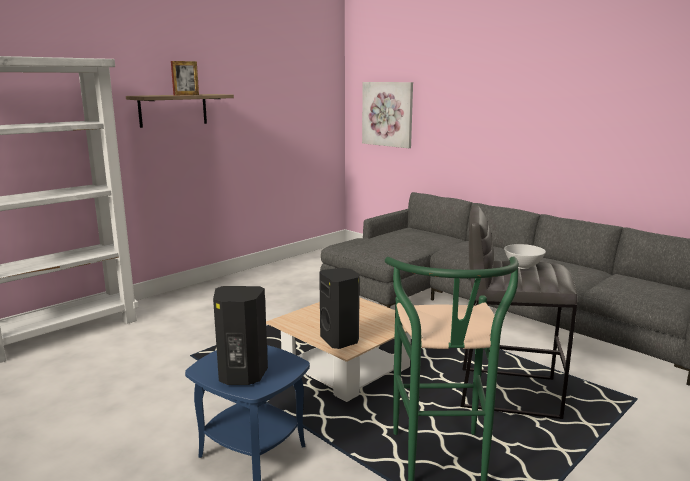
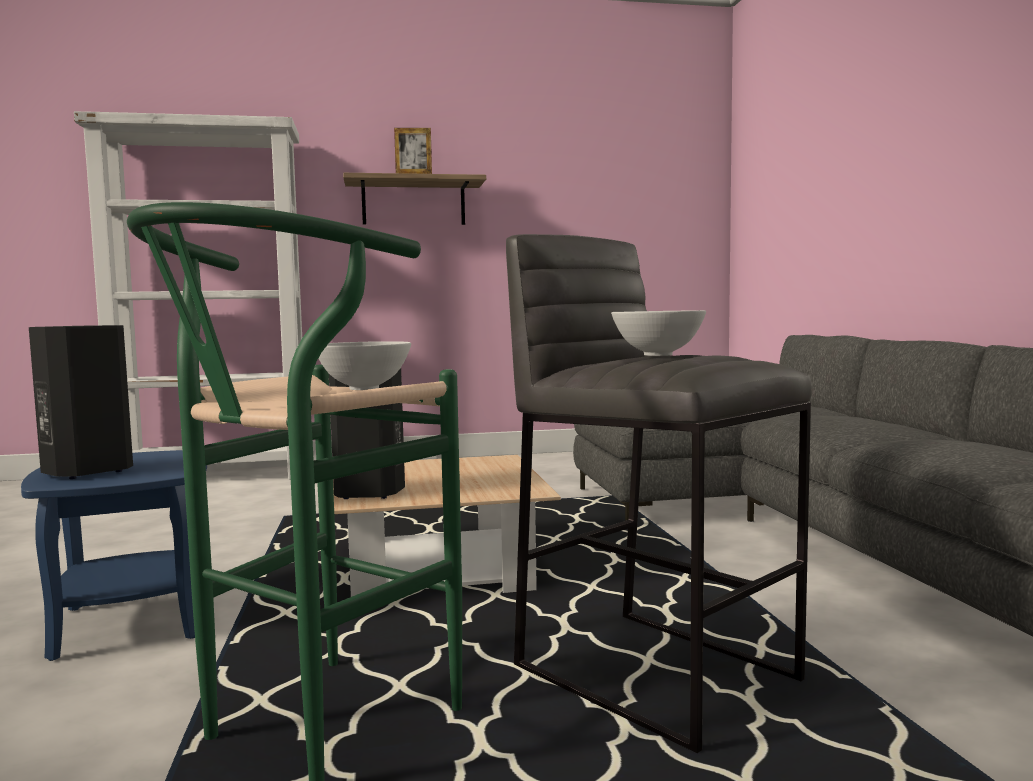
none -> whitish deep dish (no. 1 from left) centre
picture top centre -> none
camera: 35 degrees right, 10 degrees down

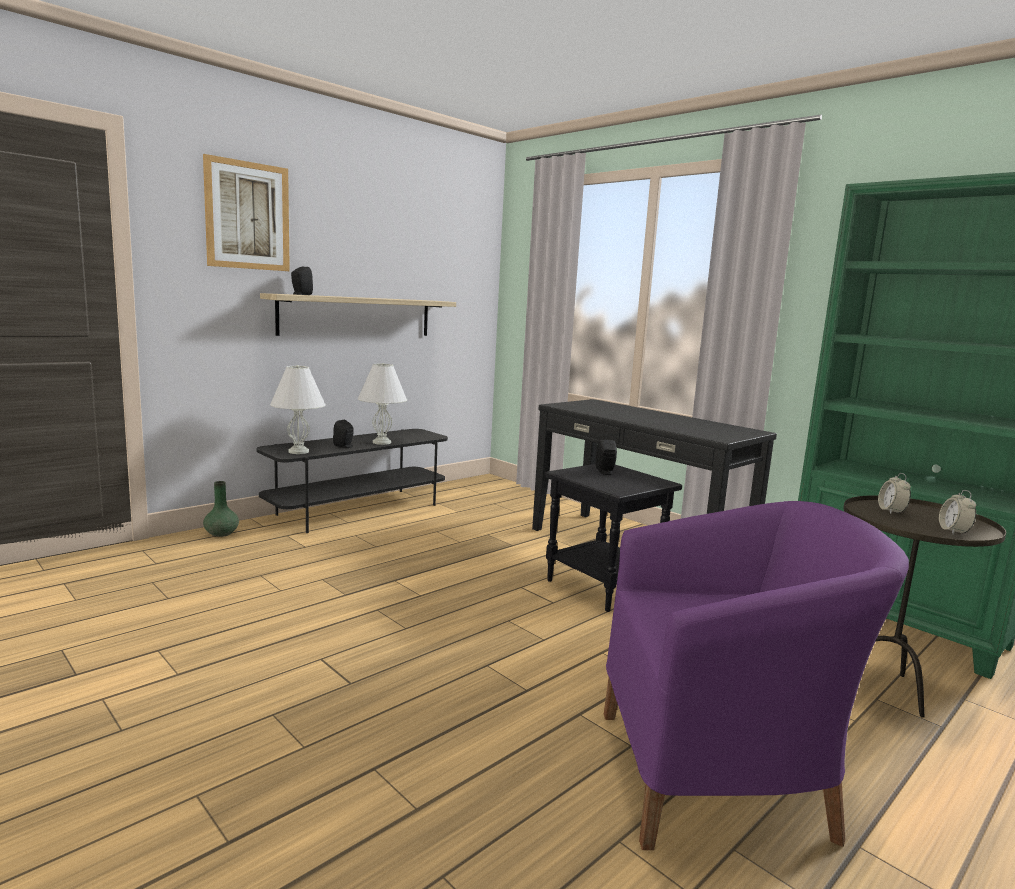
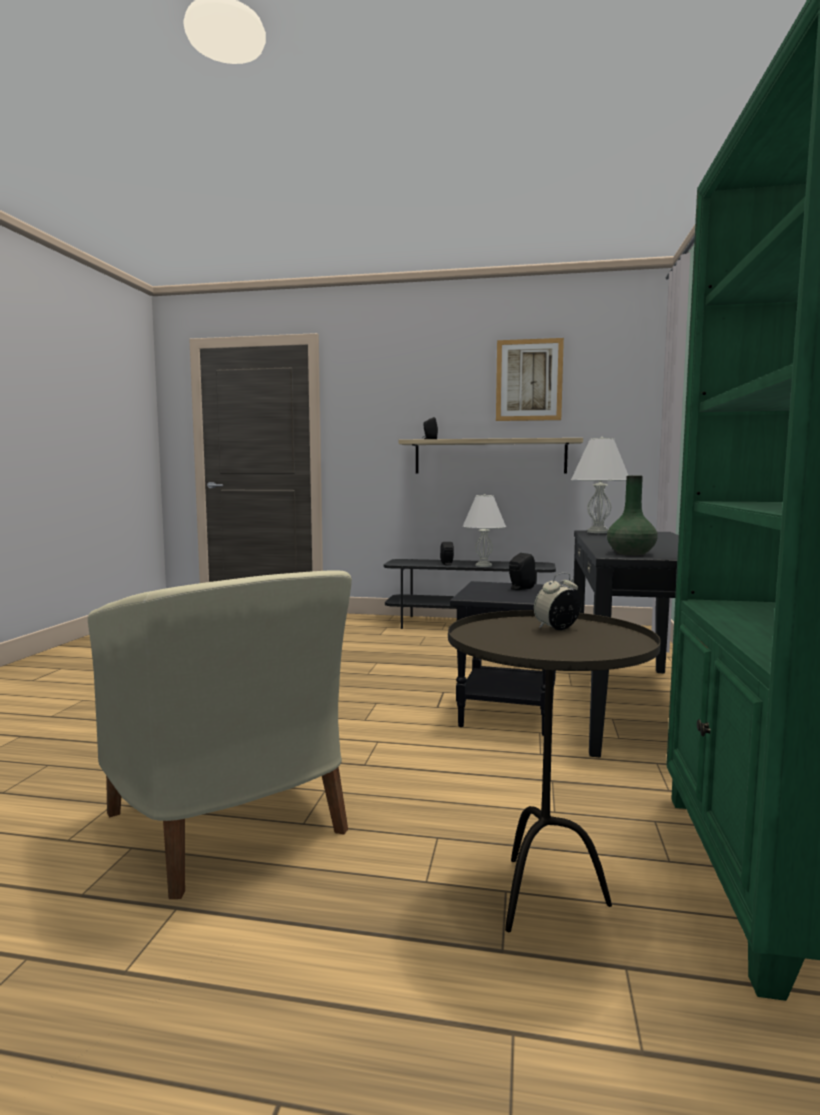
purple lounge chair bottom right -> beige lounge chair middle left
picture top left -> picture centre, shifted
whitish lamp for a table (no. 1 from left in the first image) middle left -> whitish lamp for a table (no. 2 from left) middle right, shifted
green-coloured flower vase middle left -> green-coloured flower vase middle right, shifted
alarm clock (no. 2 from left) middle right -> none
camera: 55 degrees right, 5 degrees down

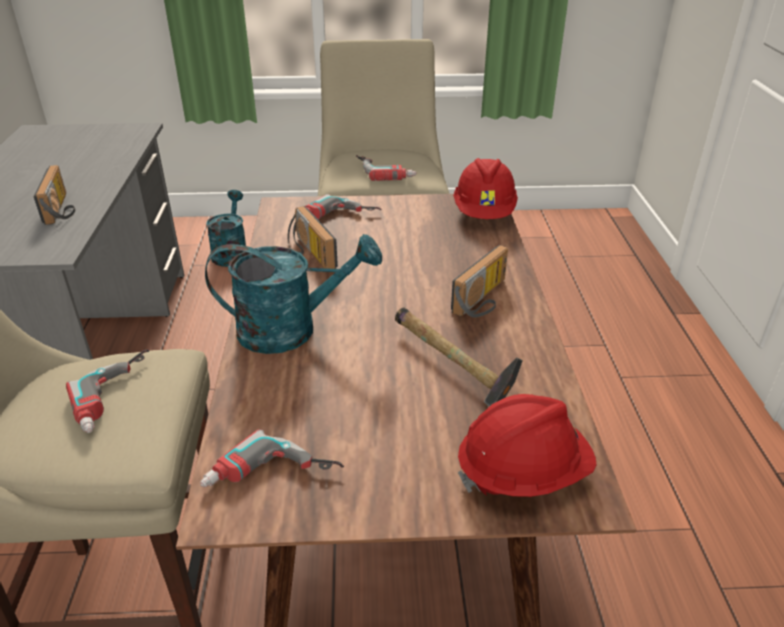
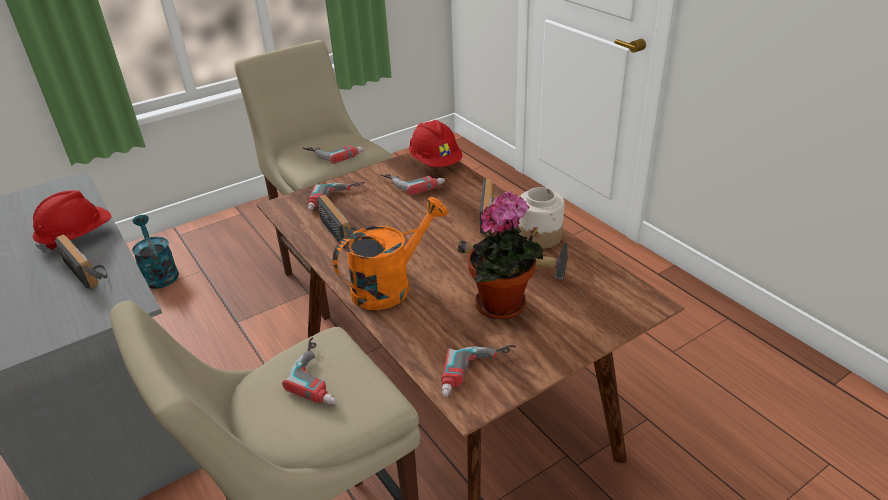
red hard hat (no. 2 from left in the first image) bottom right -> red hard hat (no. 1 from left) middle left, shifted
radio set (no. 2 from left) centre, 150 degrees counterclockwise
turquoise watering pot (no. 2 from left) centre -> orange watering pot centre
none -> power drill (no. 4 from left) centre
none -> houseplant centre
none -> preserve jar centre
camera: 30 degrees left, 0 degrees up

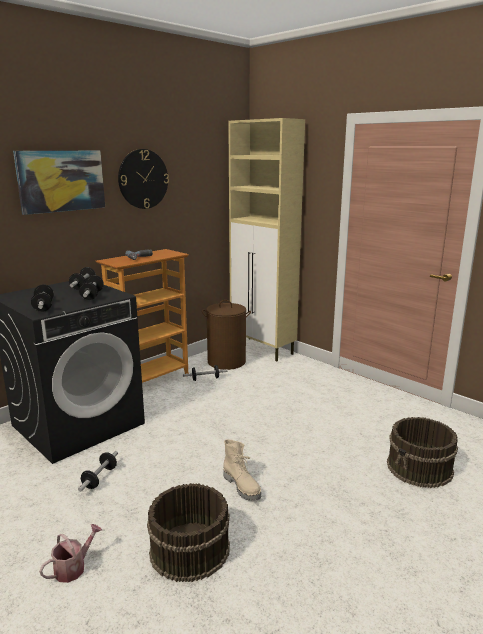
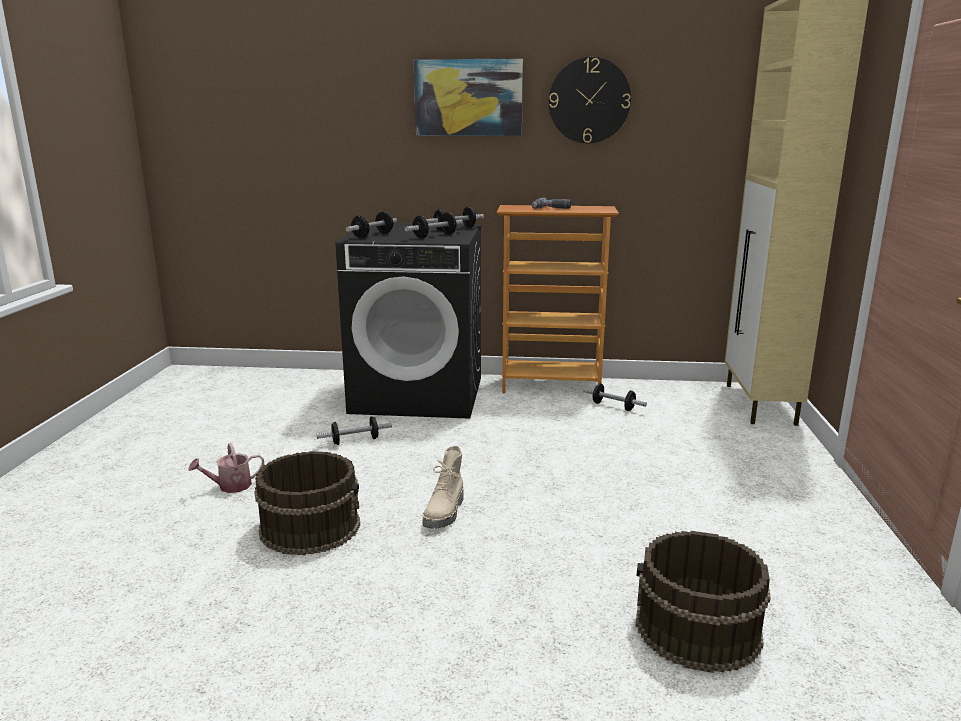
watering pot bottom left -> watering pot middle left, 150 degrees clockwise
brownish hamper centre -> none
camera: 50 degrees right, 0 degrees up

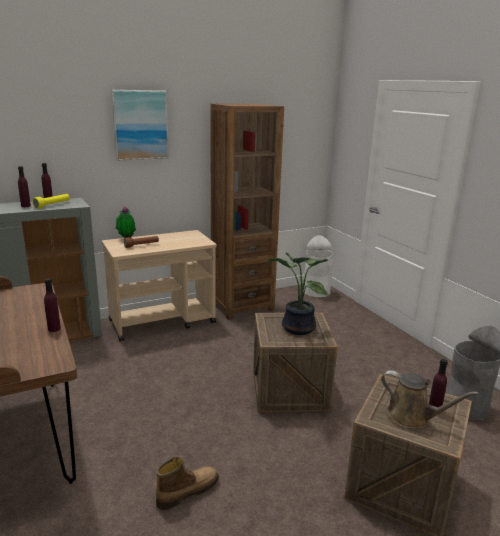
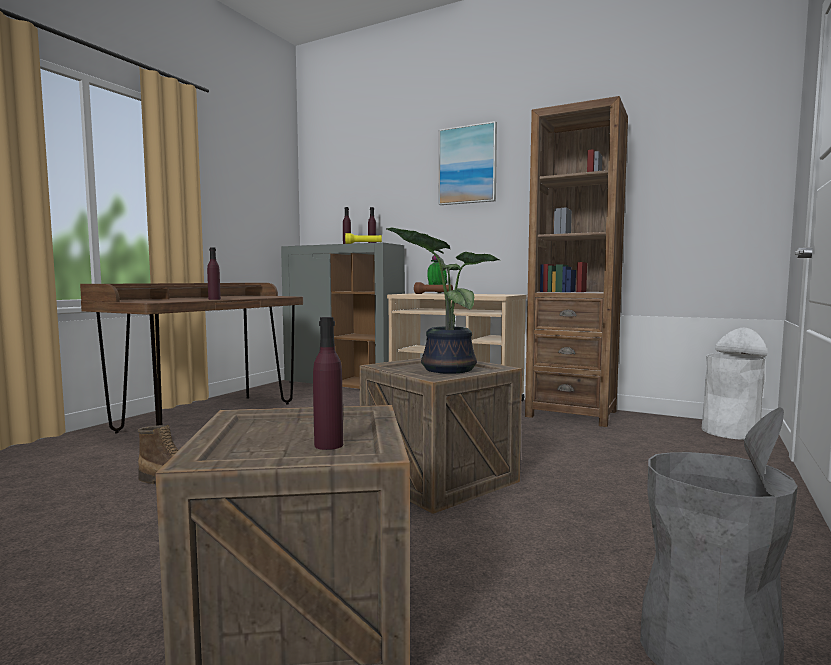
brownish watering pot bottom right -> none
camera: 55 degrees right, 15 degrees down

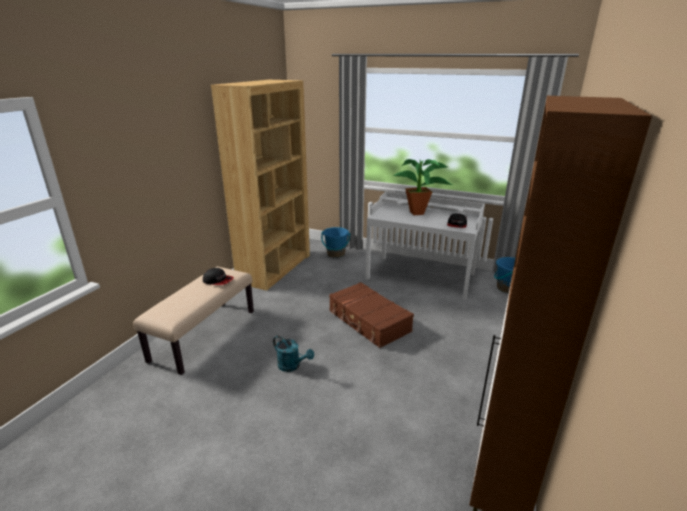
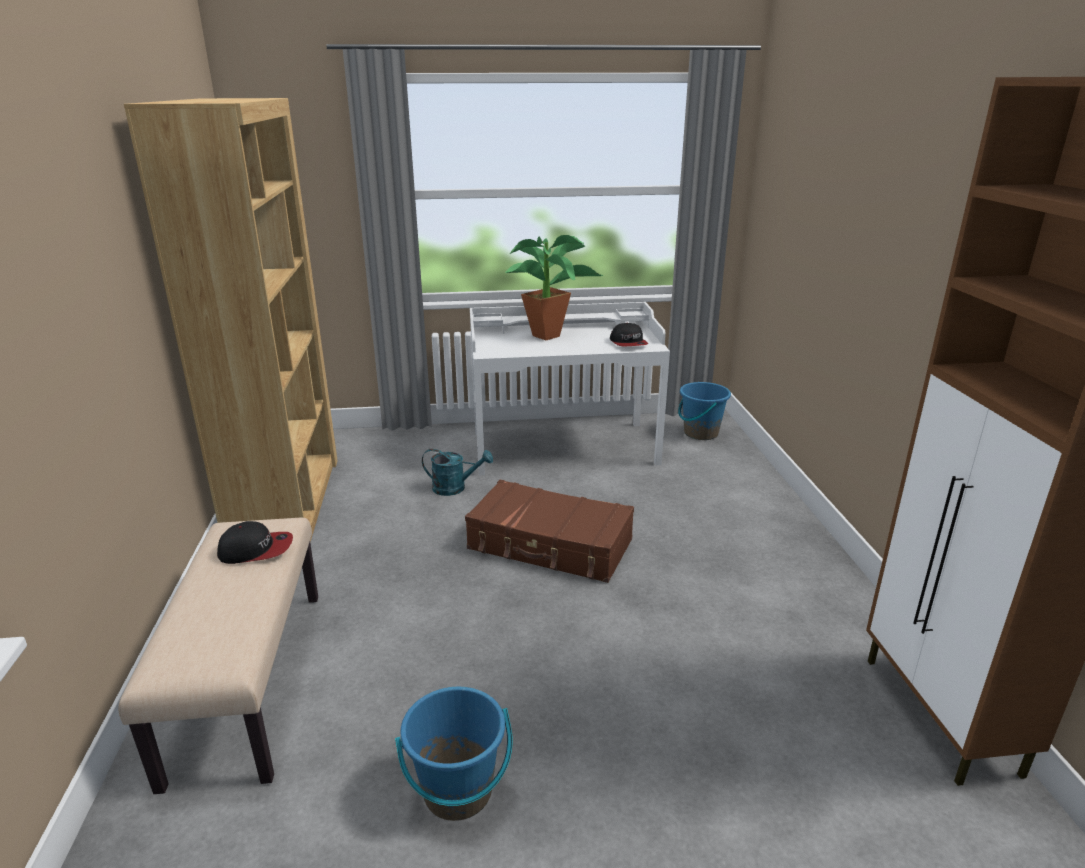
blue bucket (no. 1 from left) centre -> blue bucket (no. 1 from left) bottom centre, shifted
turquoise watering pot bottom centre -> turquoise watering pot centre, shifted
camera: 30 degrees left, 0 degrees up

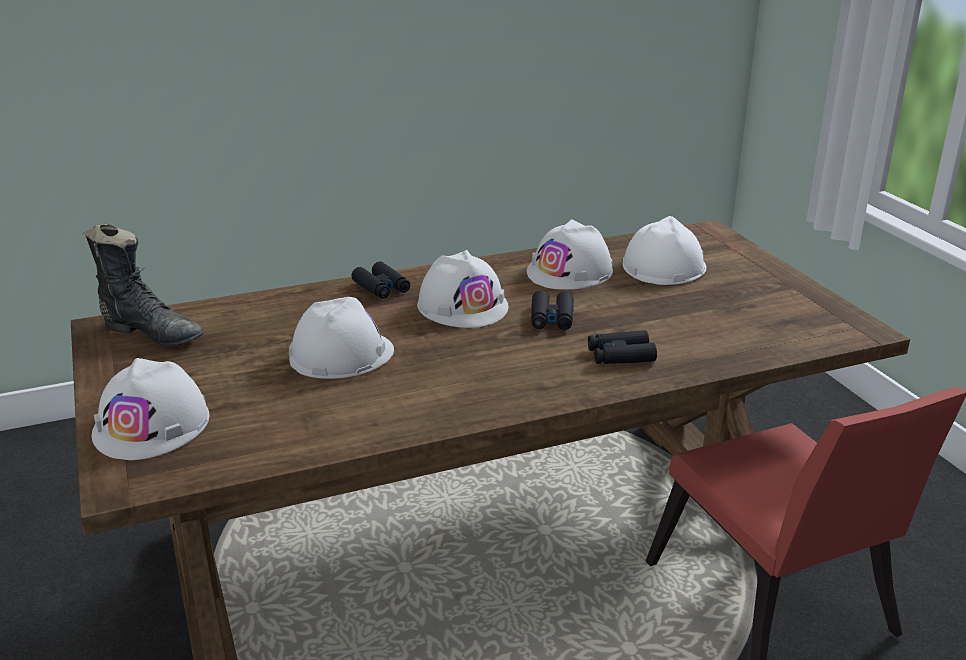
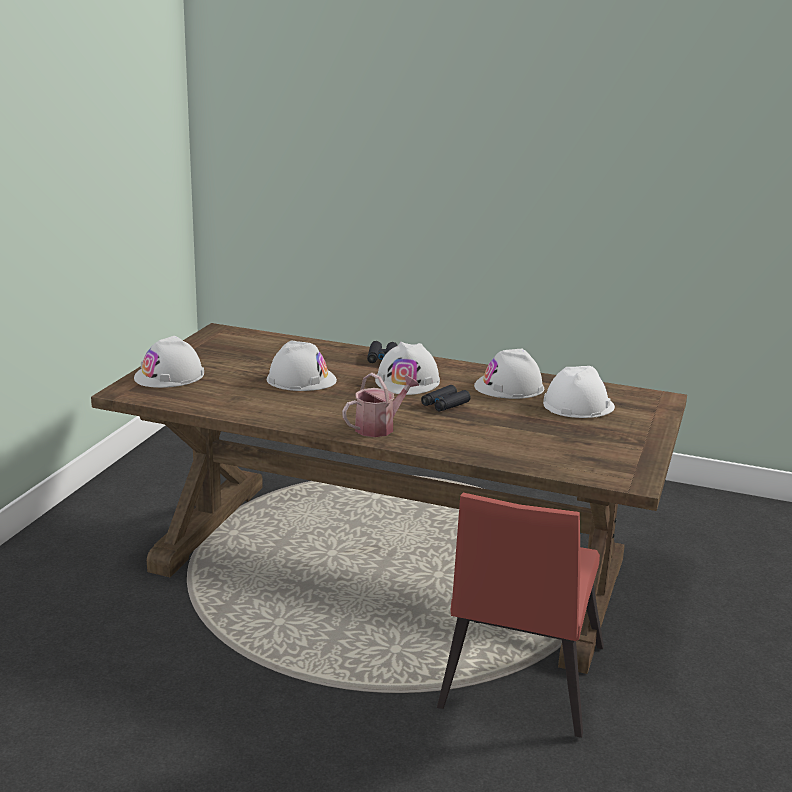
none -> watering pot centre
blackish boot middle left -> none
blackish pair of binoculars (no. 3 from left) centre -> none
camera: 40 degrees right, 5 degrees down

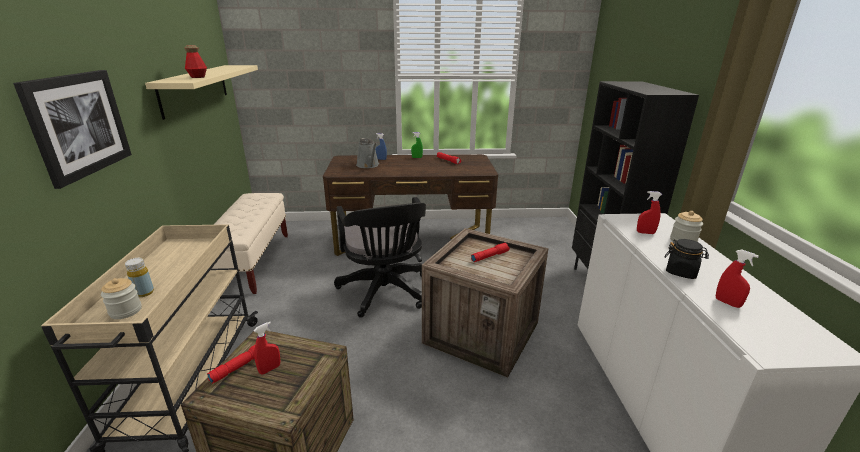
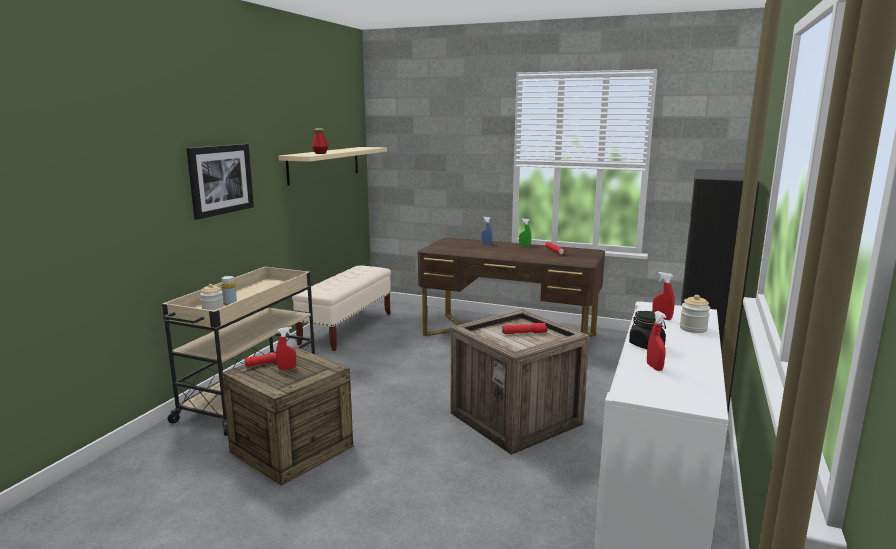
blackish office chair centre -> none
grey watering pot centre -> none
camera: 25 degrees right, 10 degrees down

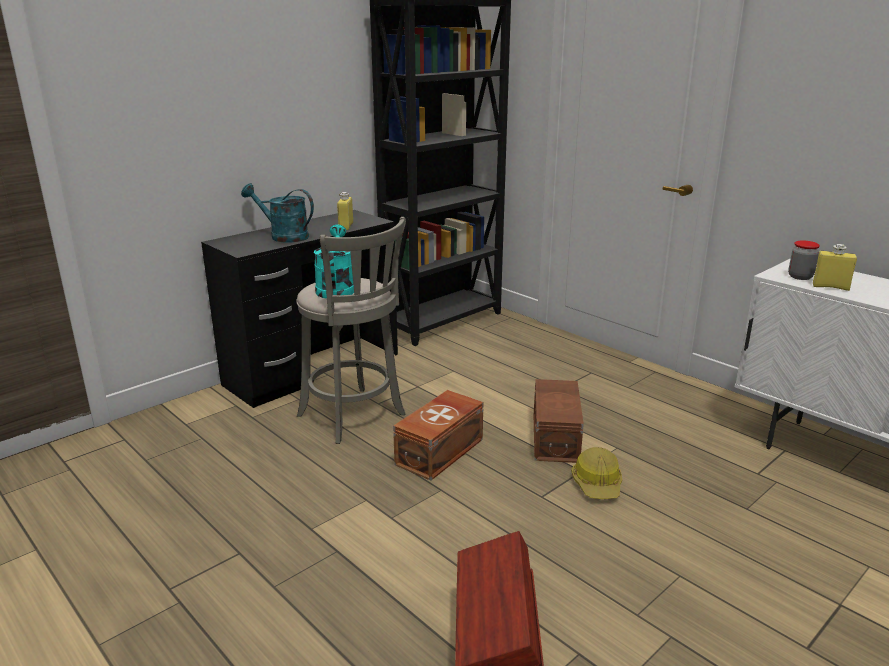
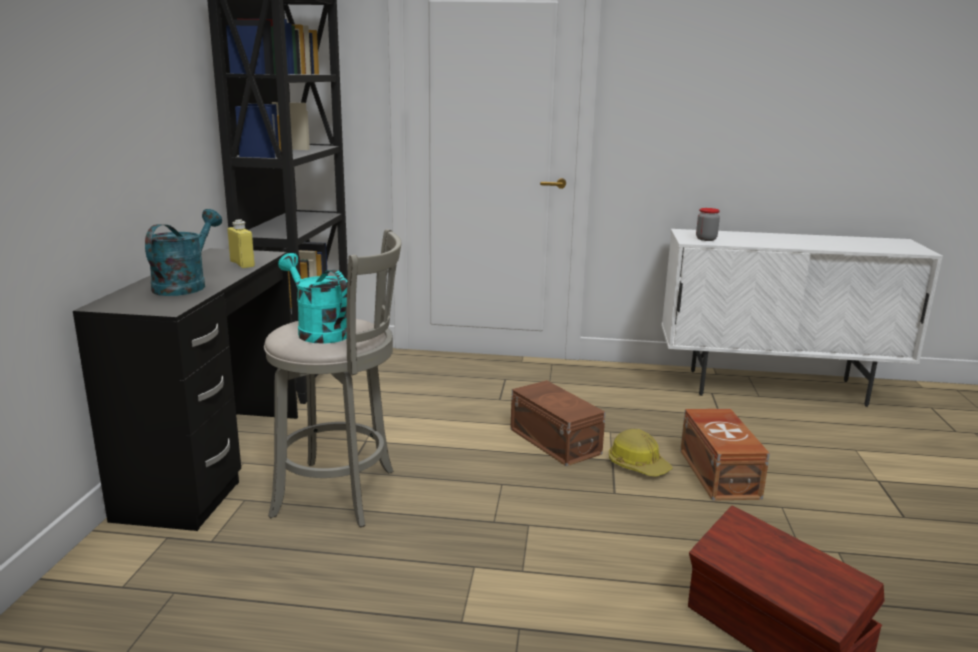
turquoise watering pot (no. 1 from left) top left -> turquoise watering pot (no. 1 from left) middle left, 120 degrees clockwise
brownish storage box (no. 1 from left in the first image) centre -> brownish storage box (no. 2 from left) bottom right, shifted
yellow beverage bottle (no. 2 from left) middle right -> none
camera: 40 degrees left, 5 degrees down

